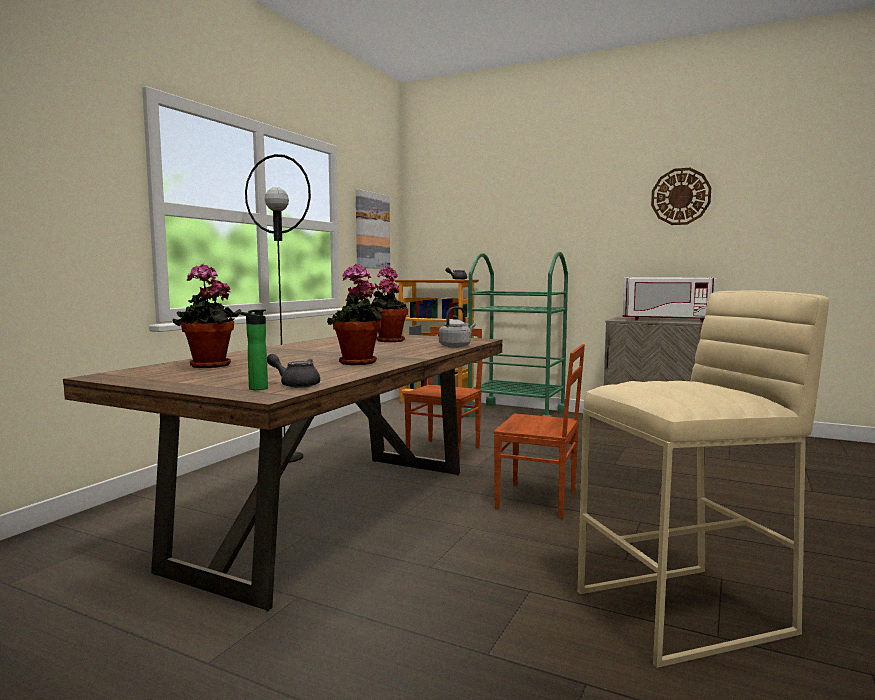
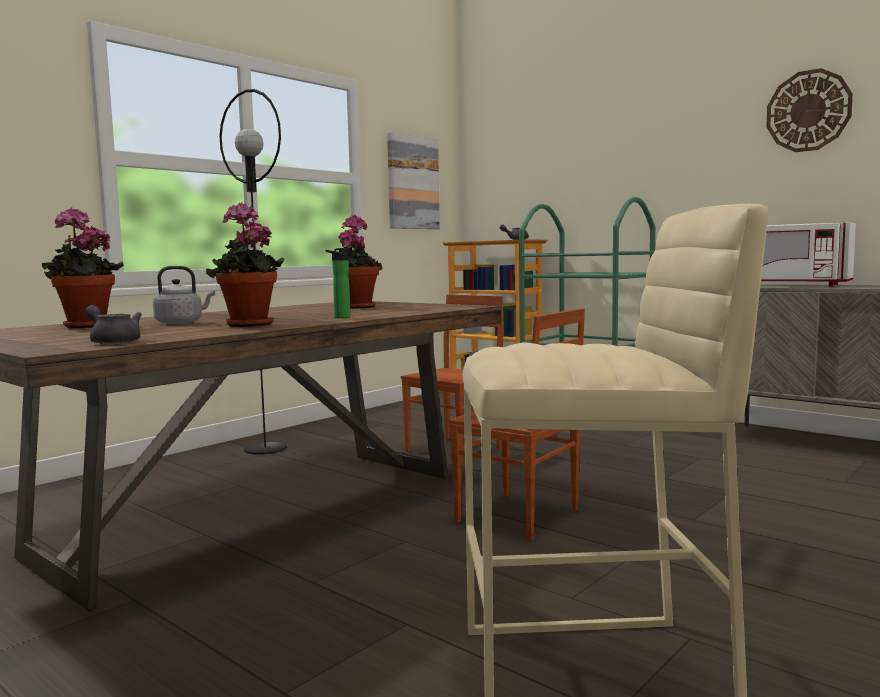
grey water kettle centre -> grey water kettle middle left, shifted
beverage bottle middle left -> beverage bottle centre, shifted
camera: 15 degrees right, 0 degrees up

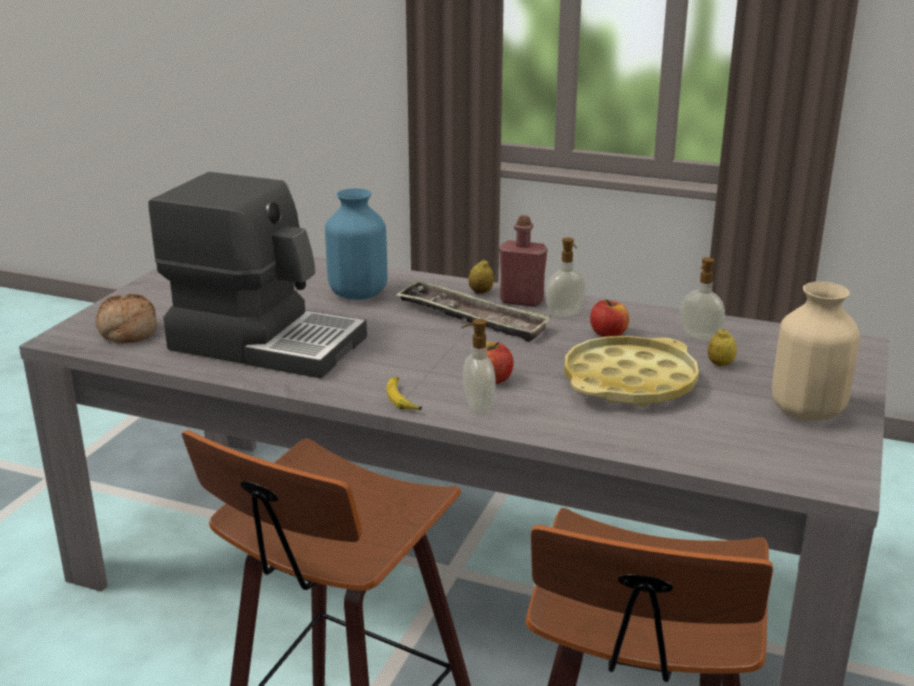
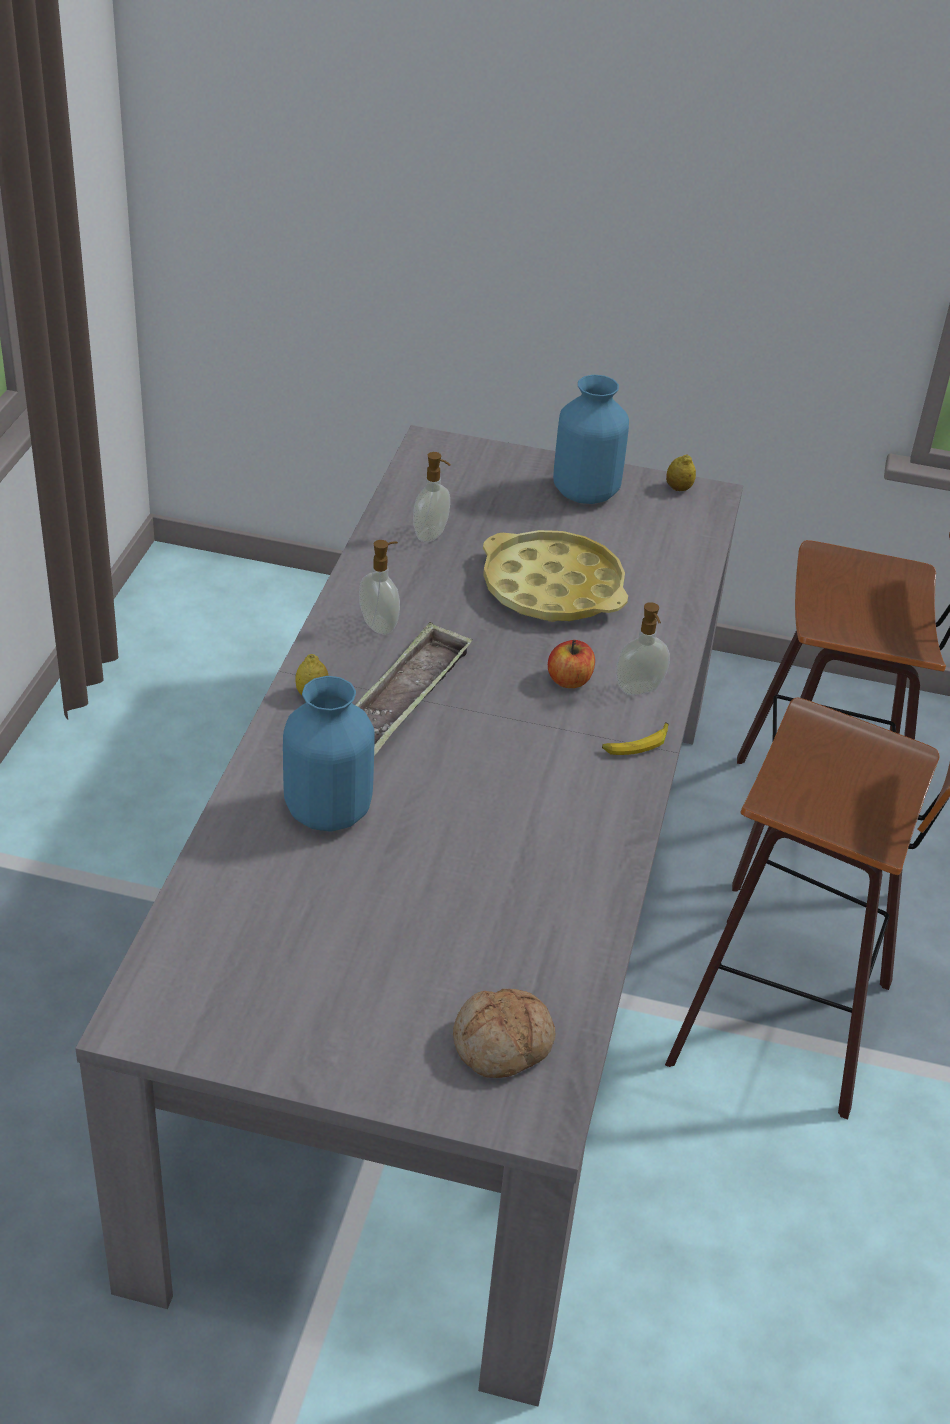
beige flower vase middle right -> blue flower vase (no. 2 from left) top centre
lemon (no. 2 from left) middle right -> lemon (no. 2 from left) top right, shifted
coffee machine middle left -> none
red beverage bottle centre -> none
whole apple (no. 2 from left) centre -> none
camera: 100 degrees left, 15 degrees up

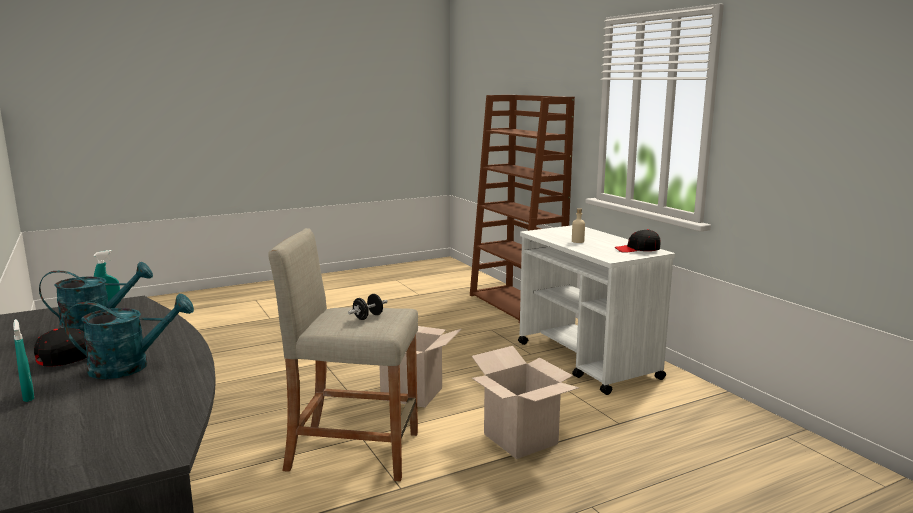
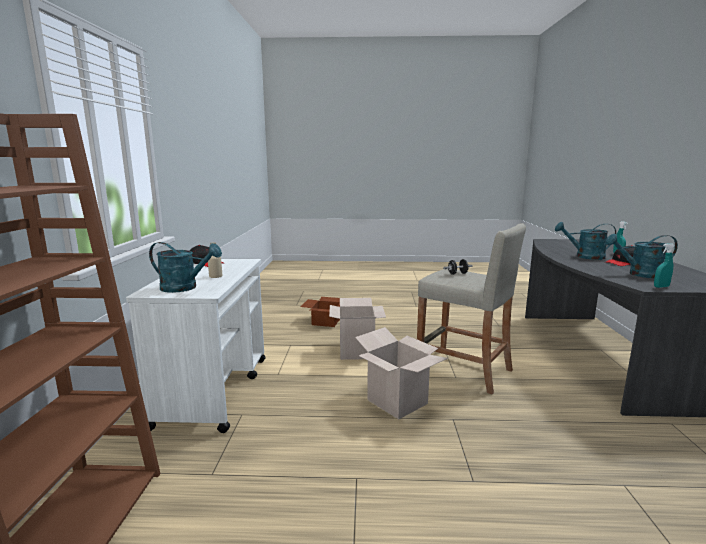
none -> turquoise watering pot (no. 1 from left) middle left
none -> packing box (no. 1 from left) centre
camera: 150 degrees left, 0 degrees up

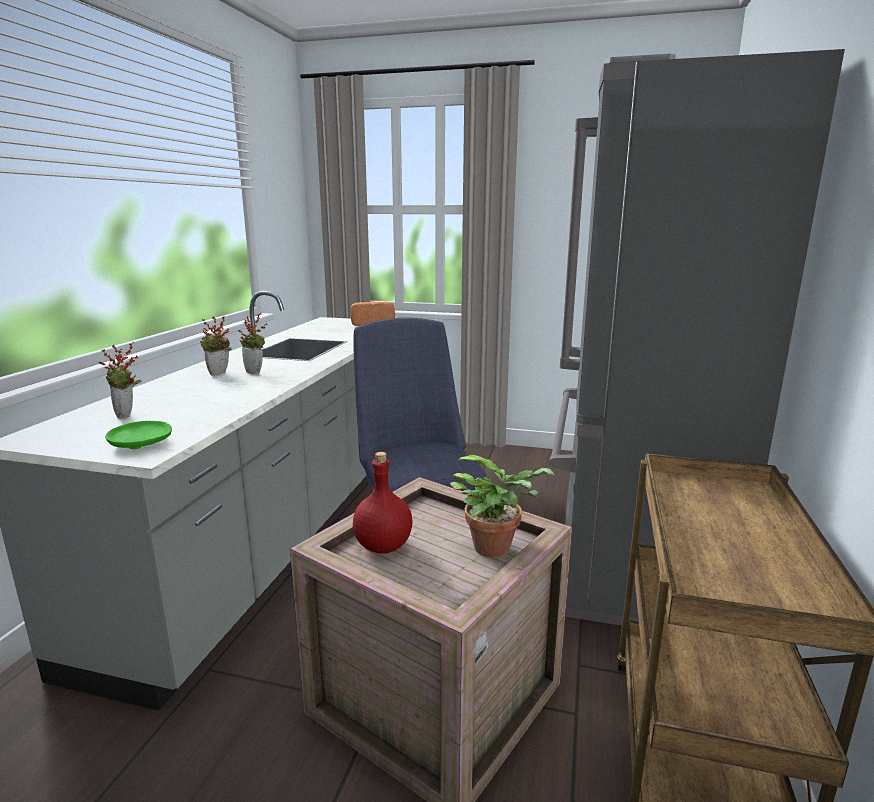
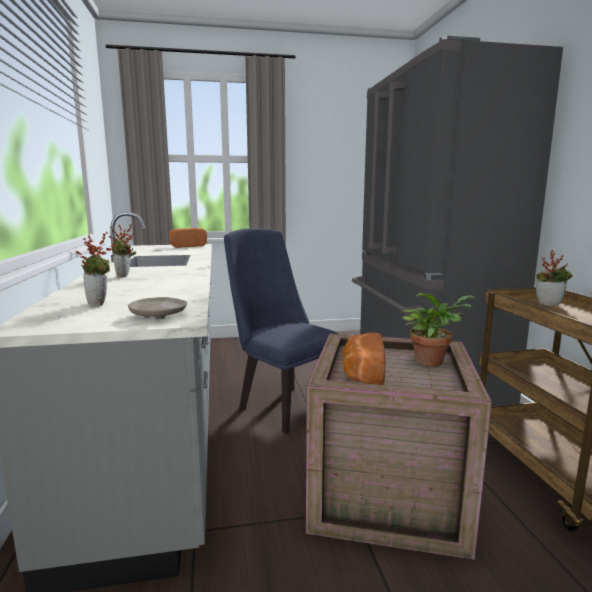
green-coloured flat dish middle left -> beige flat dish middle left
red beverage bottle centre -> bread (no. 2 from left) centre
houseplant (no. 3 from left in the first image) middle left -> houseplant (no. 4 from left) middle right, shifted
camera: 25 degrees left, 5 degrees down

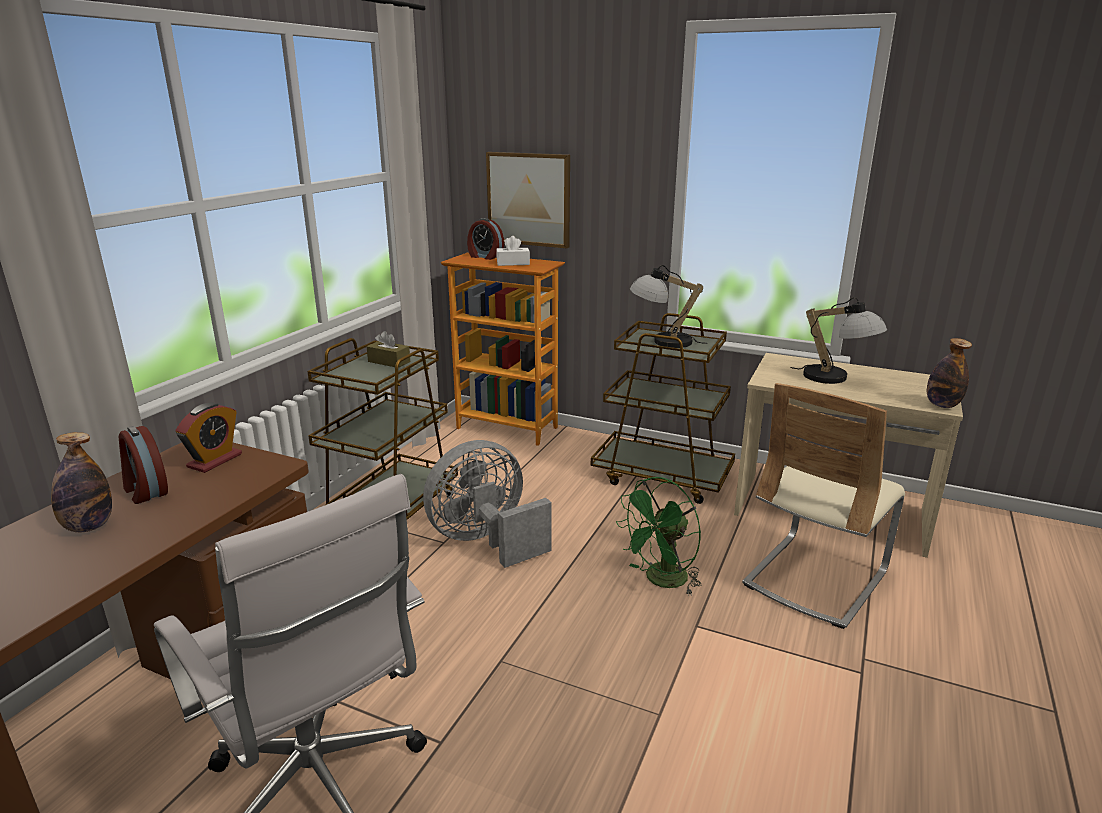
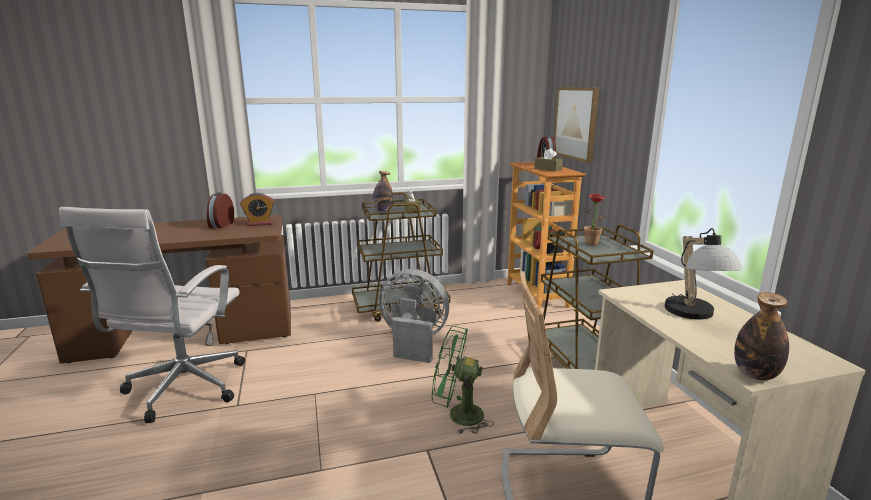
beverage bottle (no. 1 from left) middle left -> beverage bottle (no. 1 from left) centre, shifted
whitish box of tissues top centre -> brownish box of tissues (no. 2 from left) top centre
lamp for a table (no. 1 from left) centre -> houseplant middle right
camera: 50 degrees right, 5 degrees down

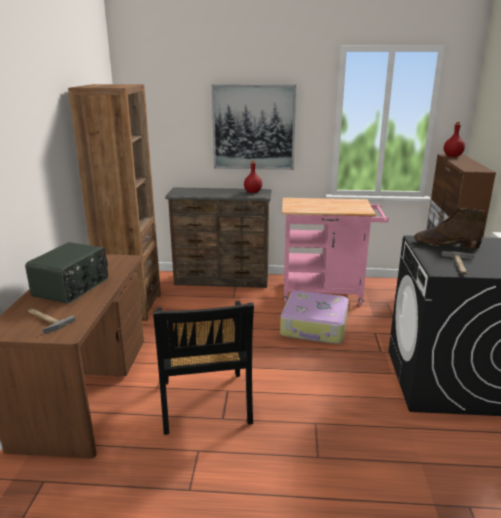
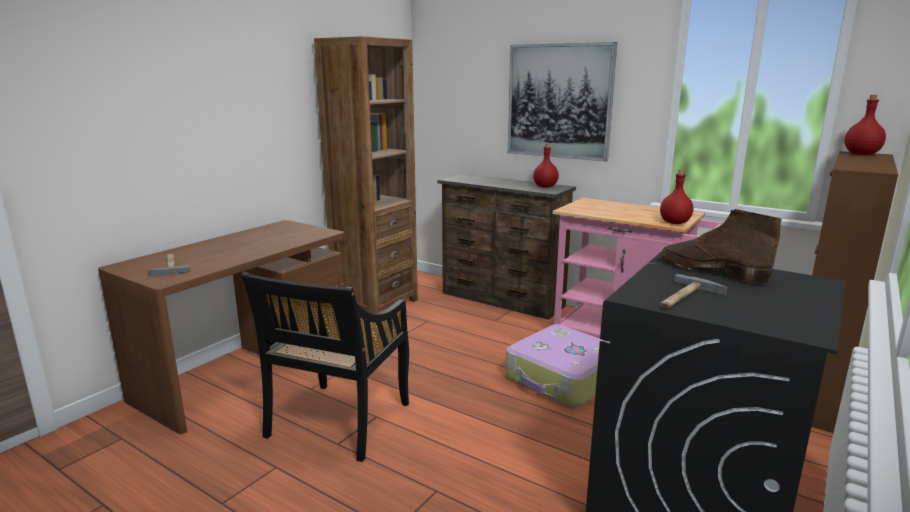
none -> red beverage bottle (no. 2 from left) middle right
radio set middle left -> none
camera: 30 degrees right, 5 degrees down

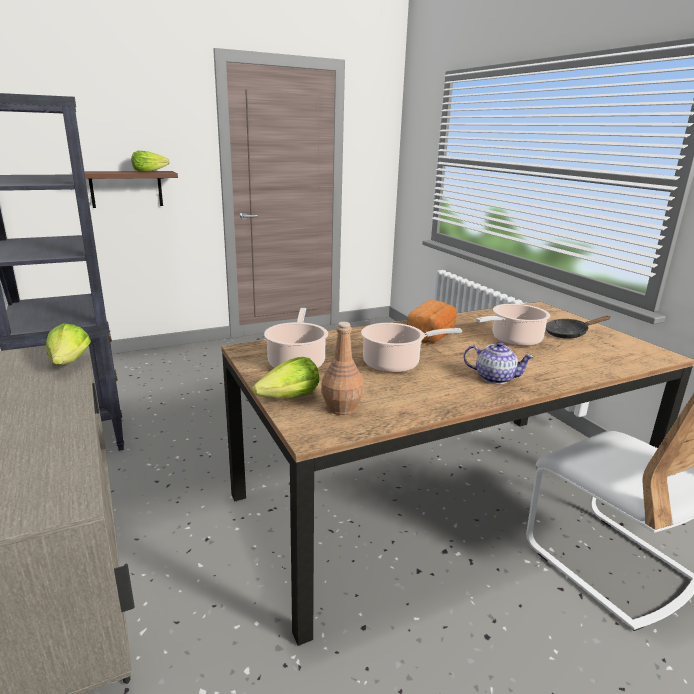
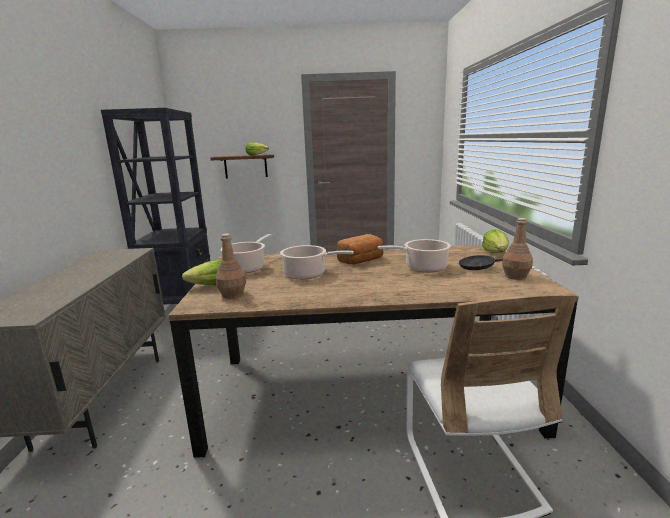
head of lettuce (no. 1 from left in the first image) middle left -> head of lettuce (no. 3 from left) middle right, shifted
none -> brownish beverage bottle (no. 2 from left) middle right
tea pot middle right -> none
camera: 25 degrees right, 5 degrees down

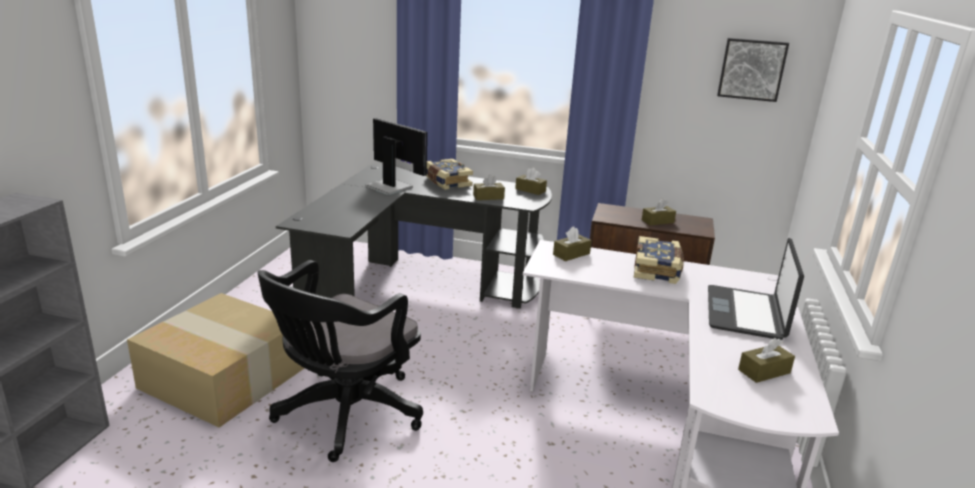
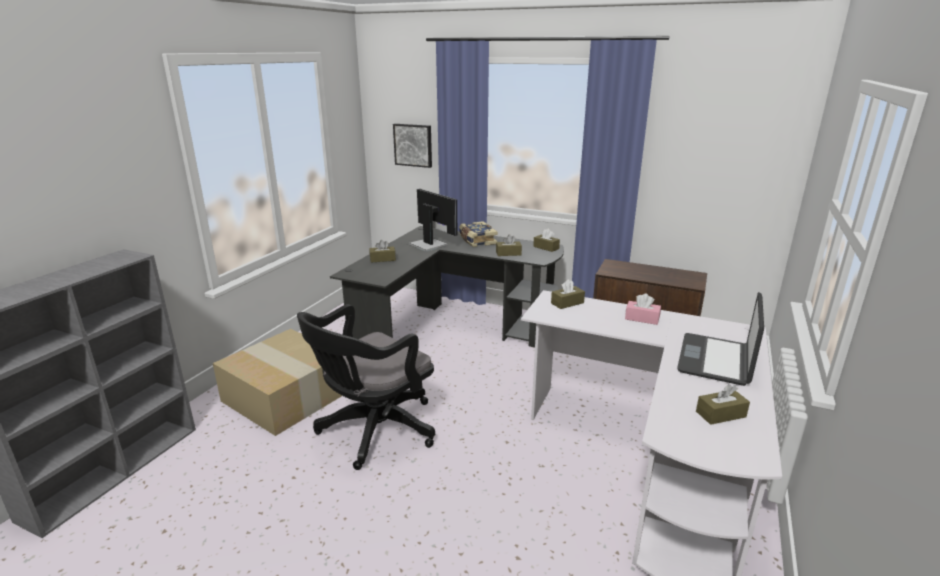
brownish box of tissues (no. 4 from left in the first image) middle right -> brownish box of tissues (no. 1 from left) centre, shifted
picture top right -> picture top centre, shifted
bound book (no. 2 from left) middle right -> pinkish box of tissues middle right
camera: 10 degrees right, 0 degrees up

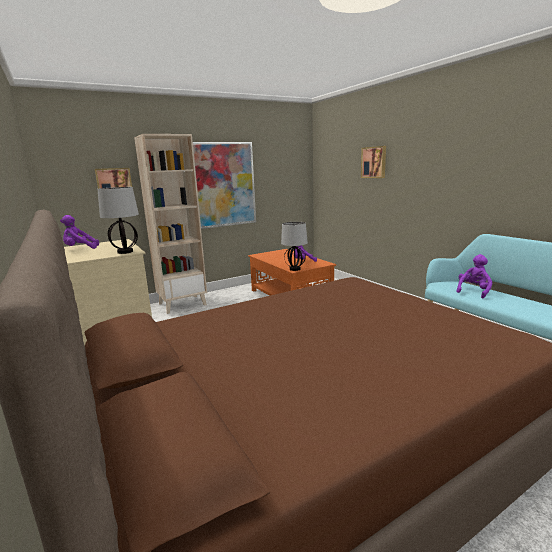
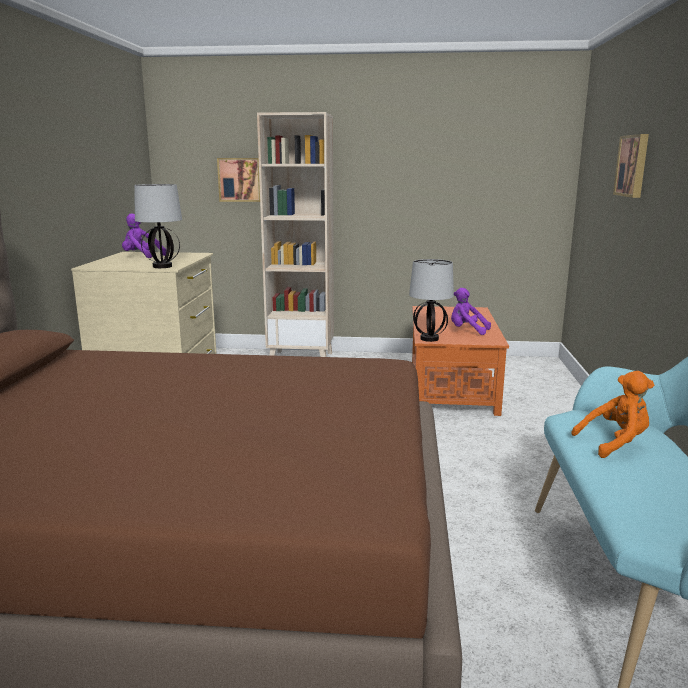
purple soft toy (no. 3 from left) middle right -> orange soft toy middle right
picture (no. 2 from left) centre -> none
camera: 35 degrees right, 0 degrees up

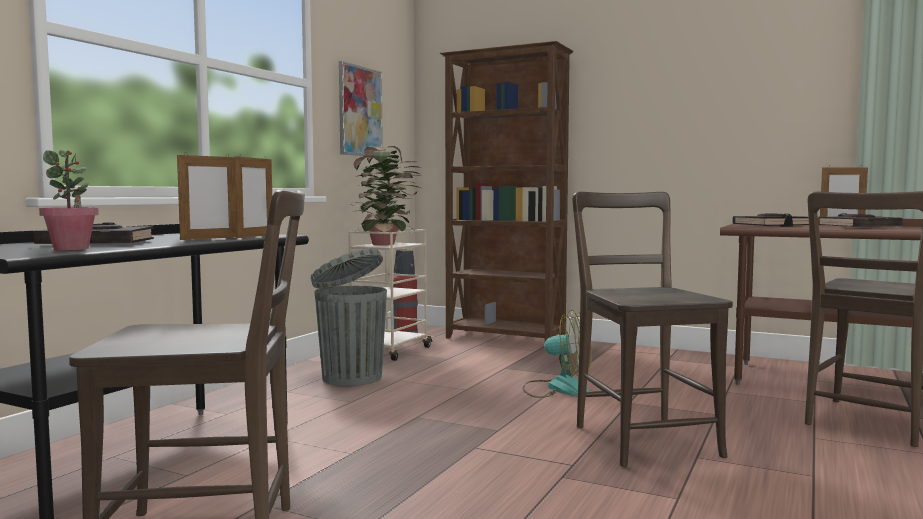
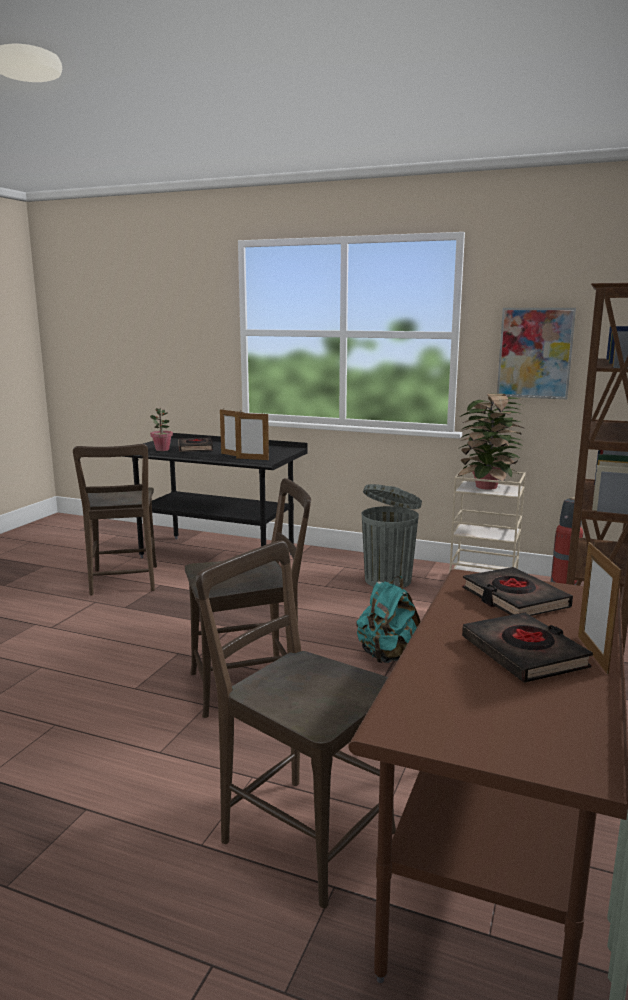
fan bottom centre -> turquoise knapsack centre
camera: 85 degrees right, 10 degrees up

